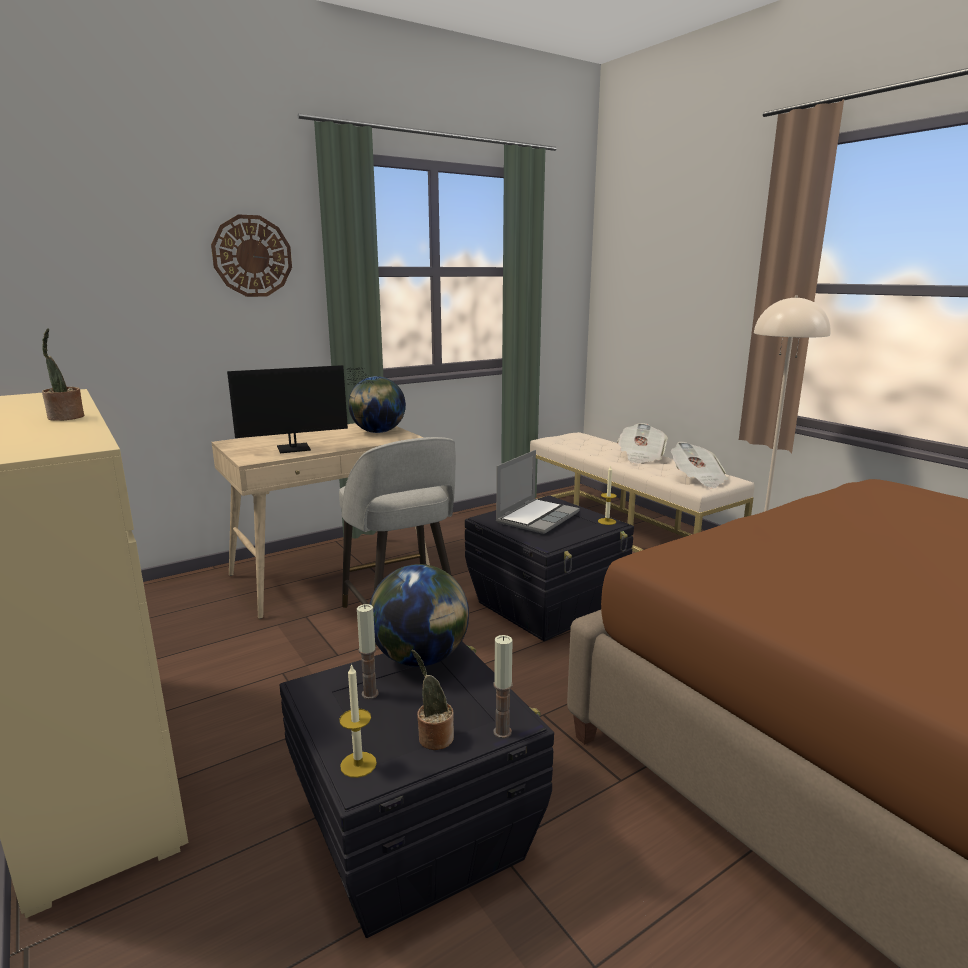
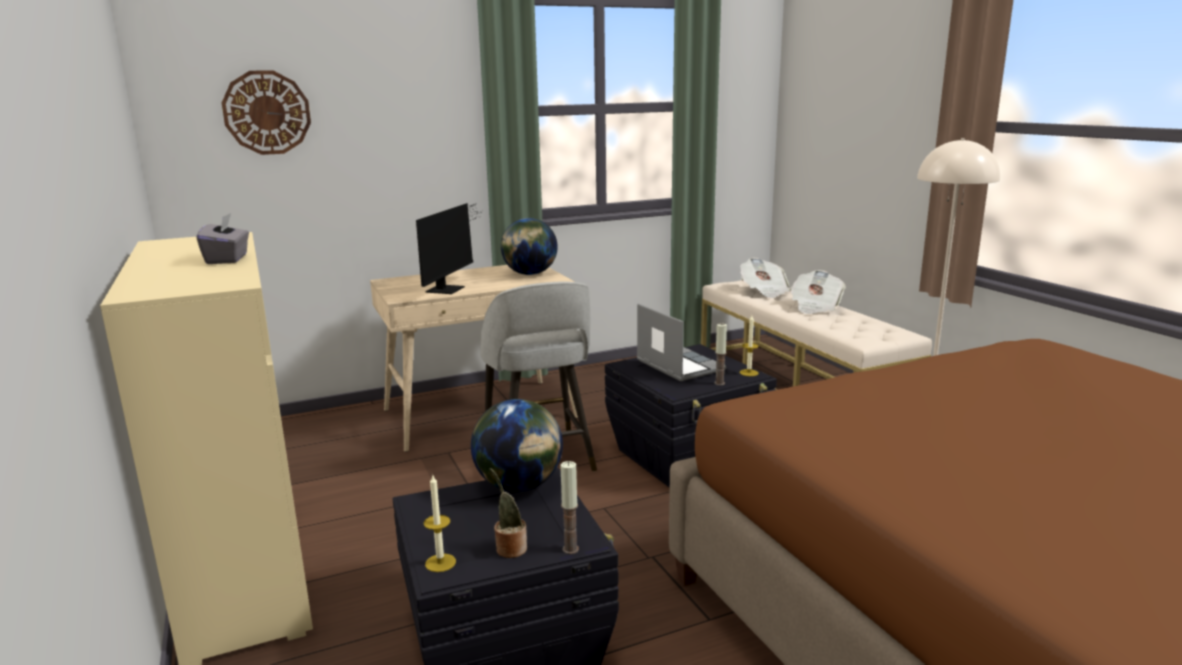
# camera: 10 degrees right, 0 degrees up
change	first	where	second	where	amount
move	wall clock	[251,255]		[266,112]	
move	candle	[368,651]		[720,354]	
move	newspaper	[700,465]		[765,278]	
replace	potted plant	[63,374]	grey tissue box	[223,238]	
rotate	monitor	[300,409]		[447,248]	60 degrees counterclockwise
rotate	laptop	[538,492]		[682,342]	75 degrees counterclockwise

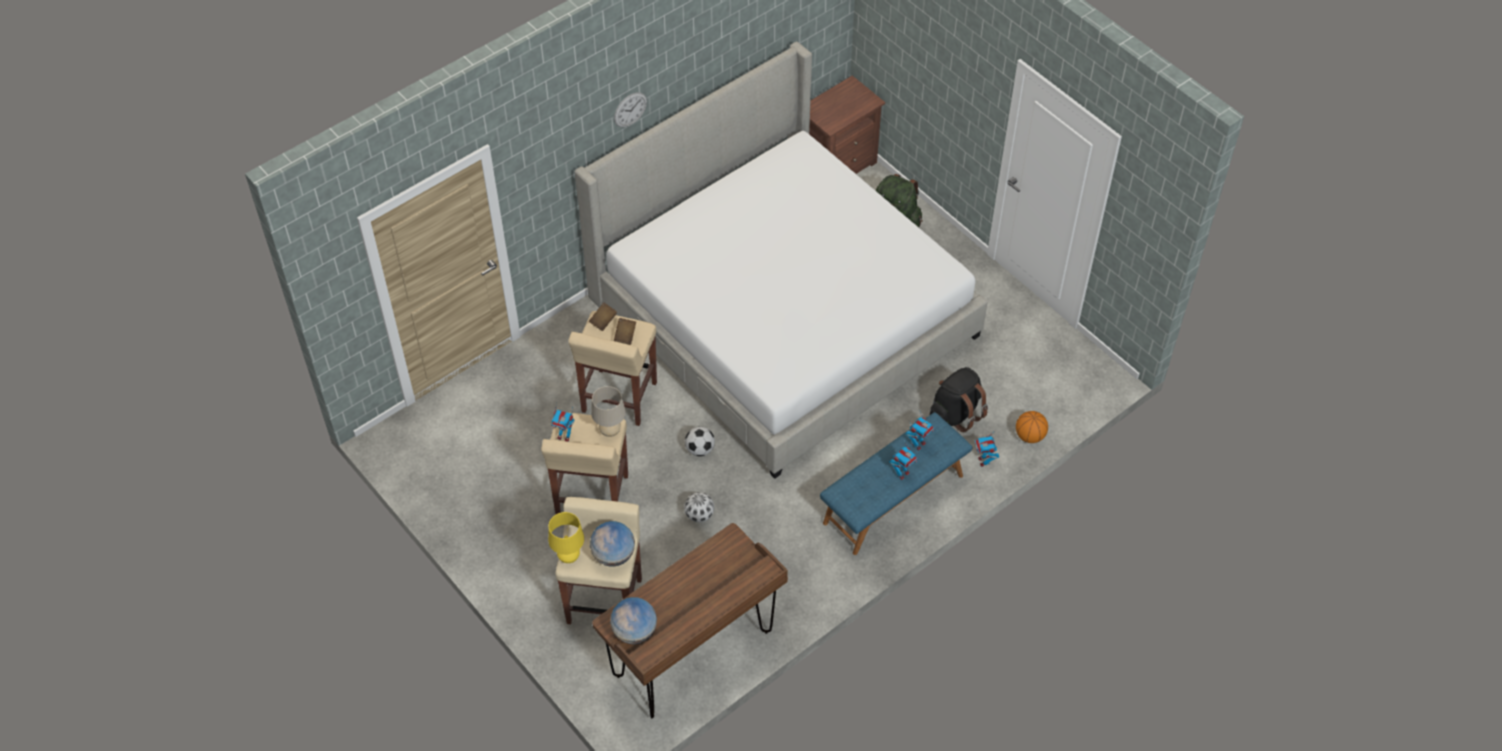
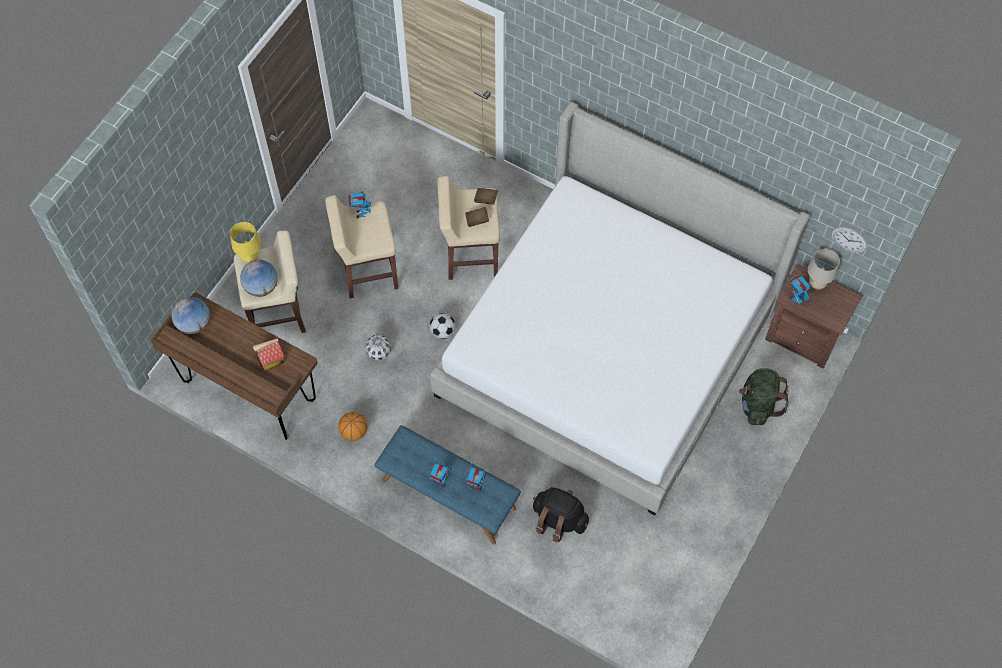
# camera: 70 degrees right, 10 degrees up
change	first	where	second	where	amount
insert			toy house	[269,354]	
move	beige table lamp	[608,411]		[824,269]	
move	wall clock	[630,109]		[849,240]	
move	toy robot	[987,450]		[800,289]	
move	basketball	[1032,427]		[353,426]	

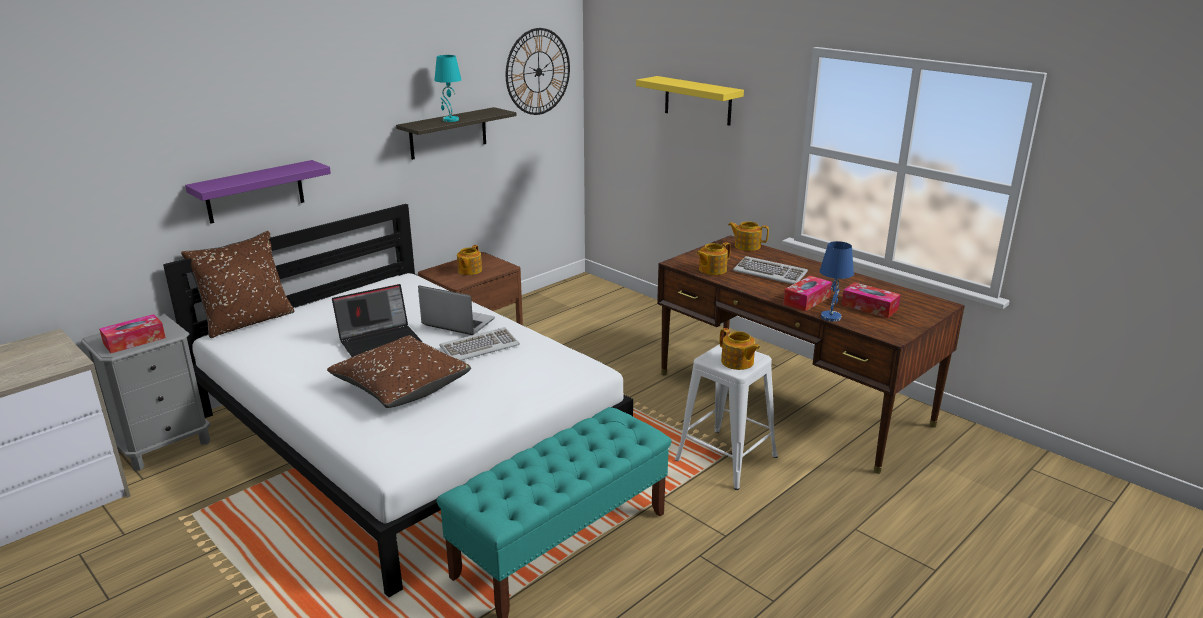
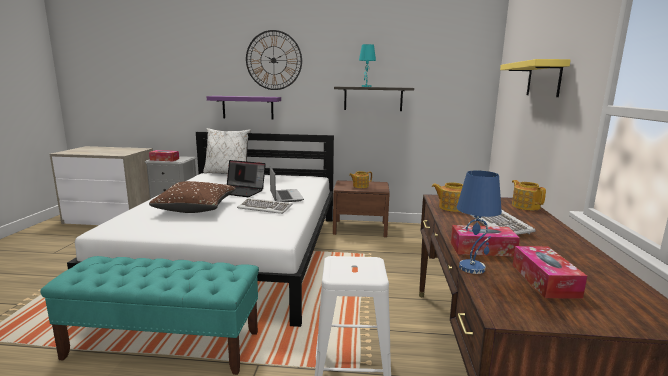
# camera: 50 degrees right, 10 degrees down
change	first	where	second	where	amount
delete	teapot	[739,349]			
move	wall clock	[538,71]		[274,60]	
recolor	brown pillow	[237,284]	white pillow	[227,151]	

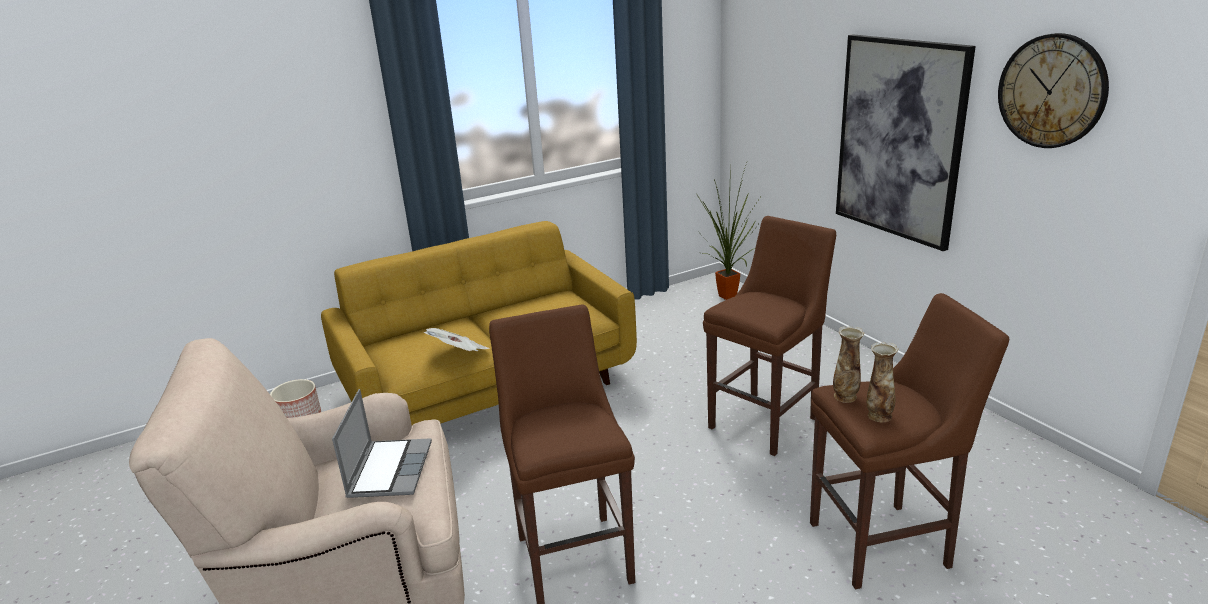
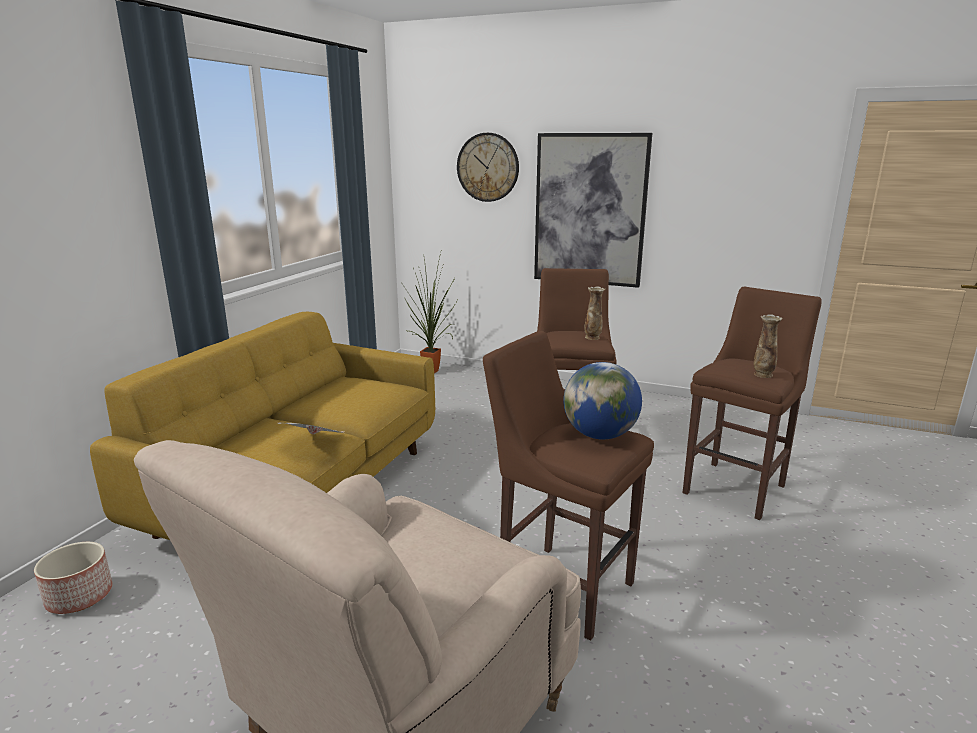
# camera: 40 degrees left, 5 degrees down
change	first	where	second	where	amount
delete	laptop	[382,443]			
insert			globe	[602,401]	
move	vase	[849,364]		[594,313]	
move	wall clock	[1053,90]		[488,167]	

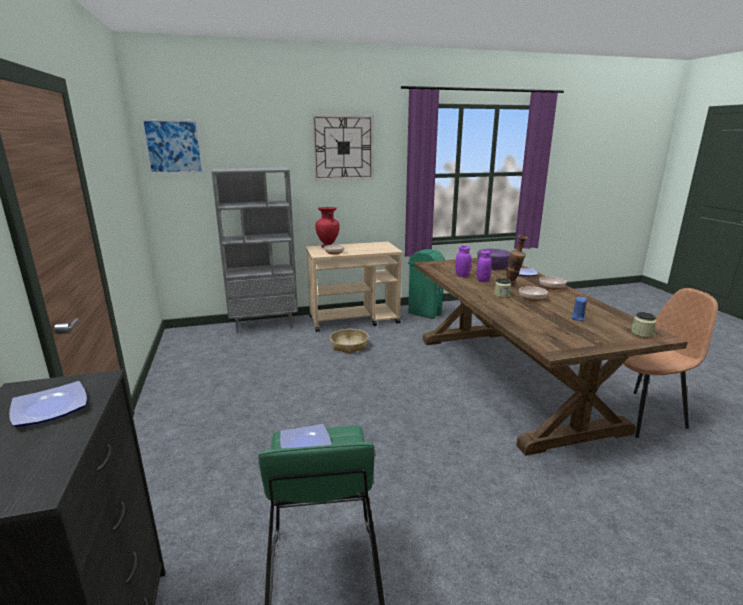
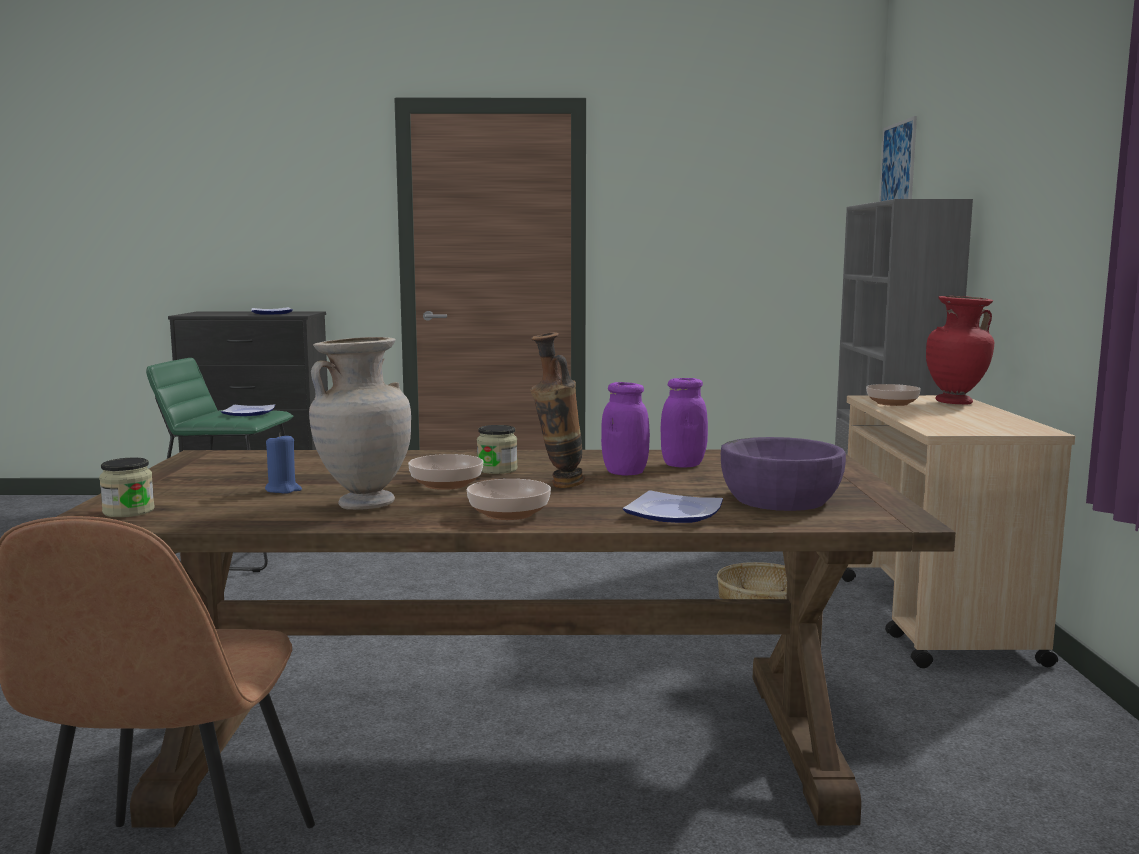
# camera: 105 degrees right, 10 degrees down
change	first	where	second	where	amount
delete	wall clock	[343,147]			
delete	green trash can	[426,284]			
insert			beige vase	[360,423]	

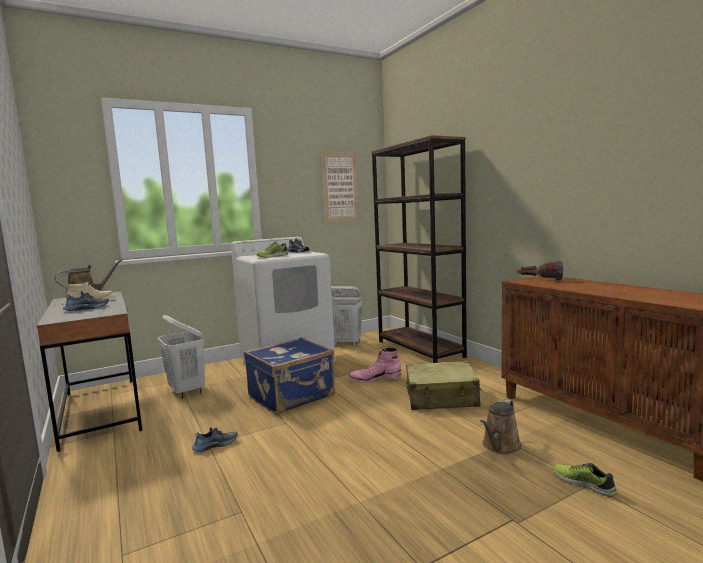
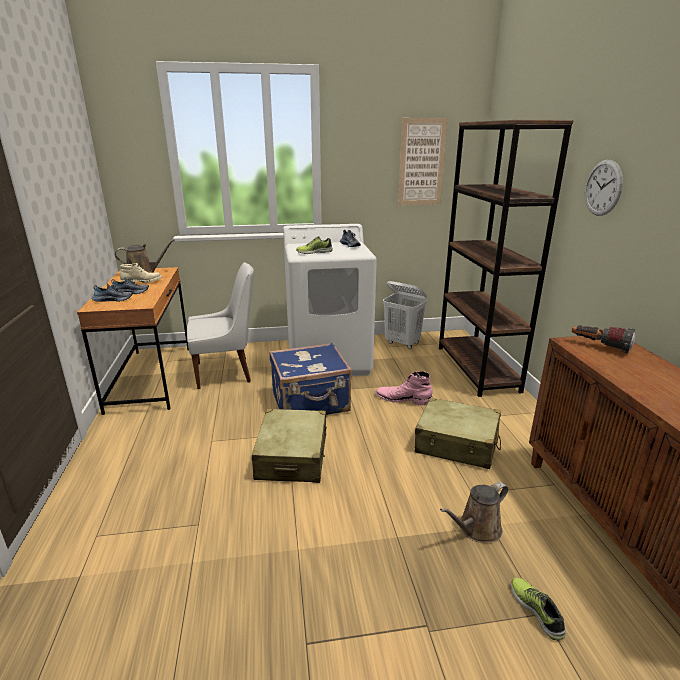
# camera: 20 degrees right, 15 degrees up
change	first	where	second	where	amount
insert			beige suitcase	[289,446]	
insert			wall clock	[604,188]	
move	shoe	[215,439]		[112,292]	
replace	white laundry basket	[181,356]	white chair	[220,325]	
recolor	grey desk	[89,371]	brown desk	[133,341]	

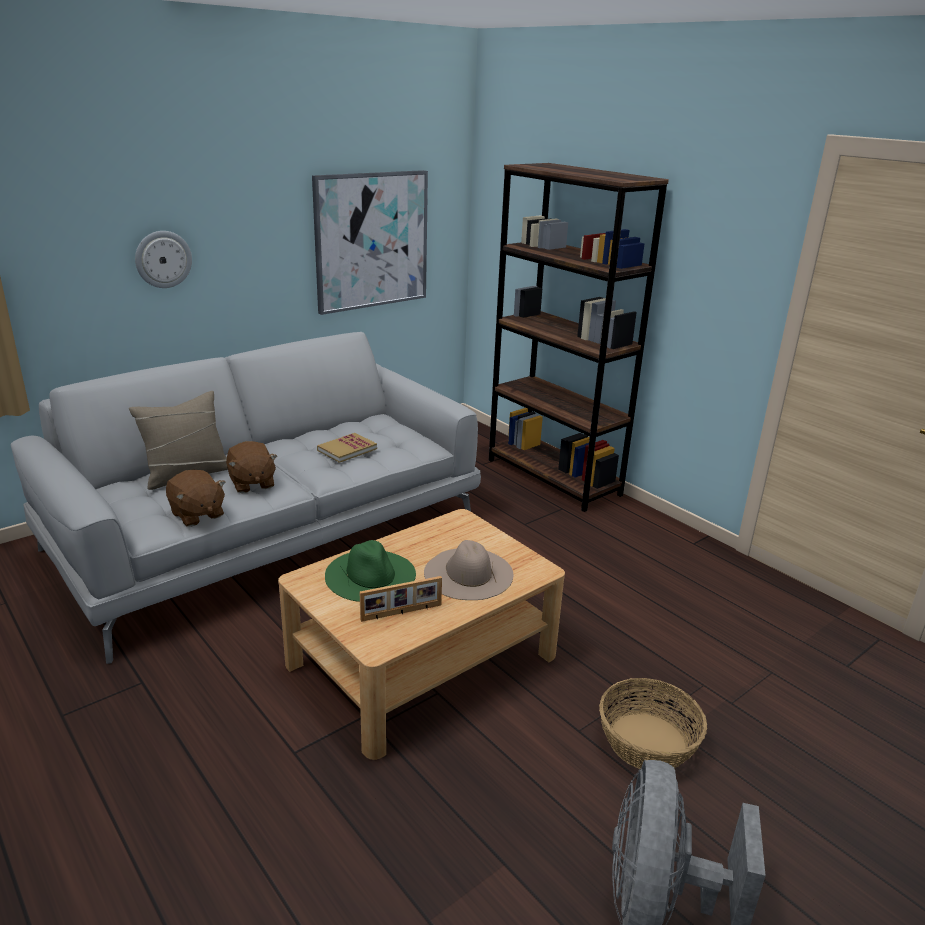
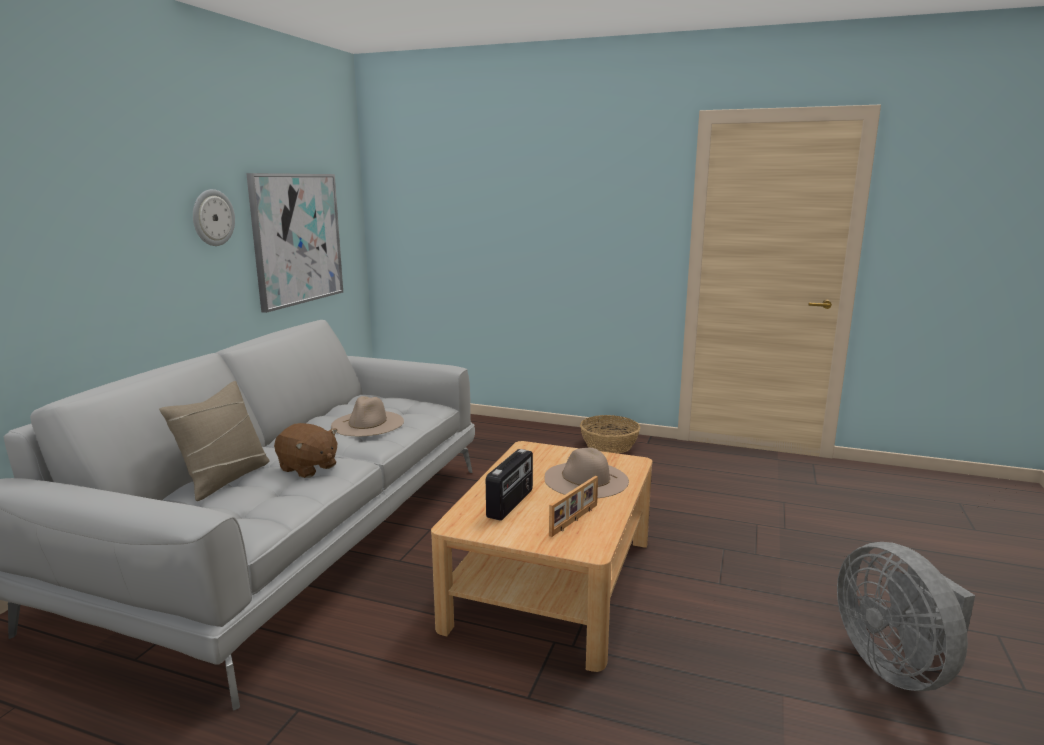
# camera: 30 degrees left, 10 degrees down
change	first	where	second	where	amount
delete	brown plush toy	[196,498]			
delete	brown bookcase	[579,337]			
move	wall clock	[163,259]		[214,217]	
move	basket	[653,723]		[610,434]	
replace	book	[347,448]	beige hat	[367,416]	
replace	green hat	[370,571]	radio	[509,485]	

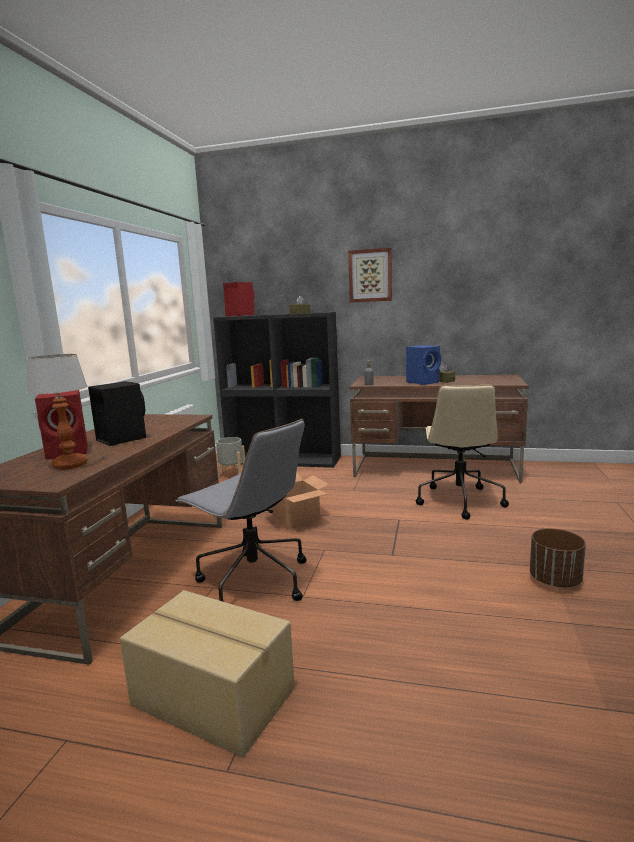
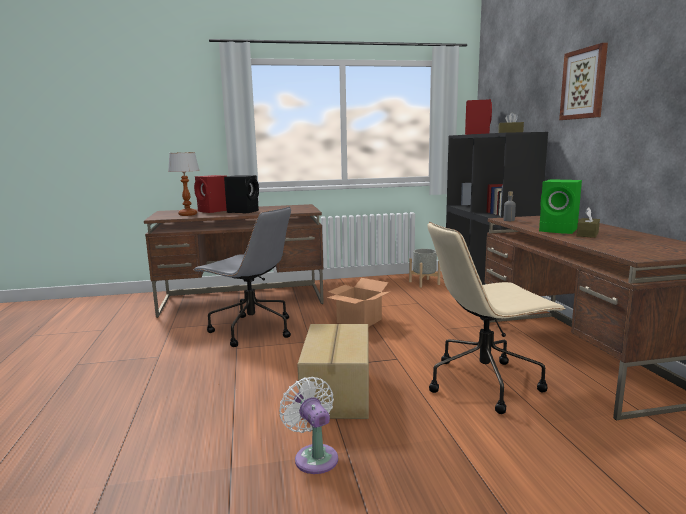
# camera: 65 degrees right, 0 degrees up
change	first	where	second	where	amount
move	cardboard box	[207,673]		[333,371]	
replace	brown planter	[558,558]	white fan	[308,425]	
recolor	blue speaker	[423,365]	green speaker	[560,206]	
rotate	grey office chair	[241,510]		[242,276]	75 degrees counterclockwise

